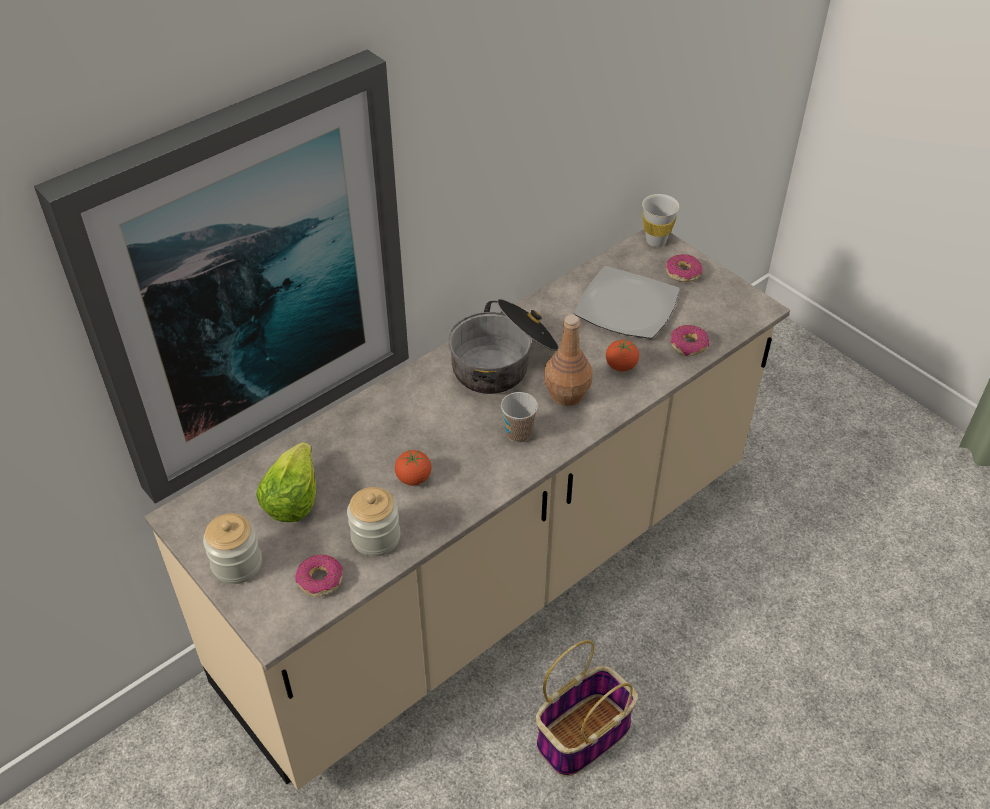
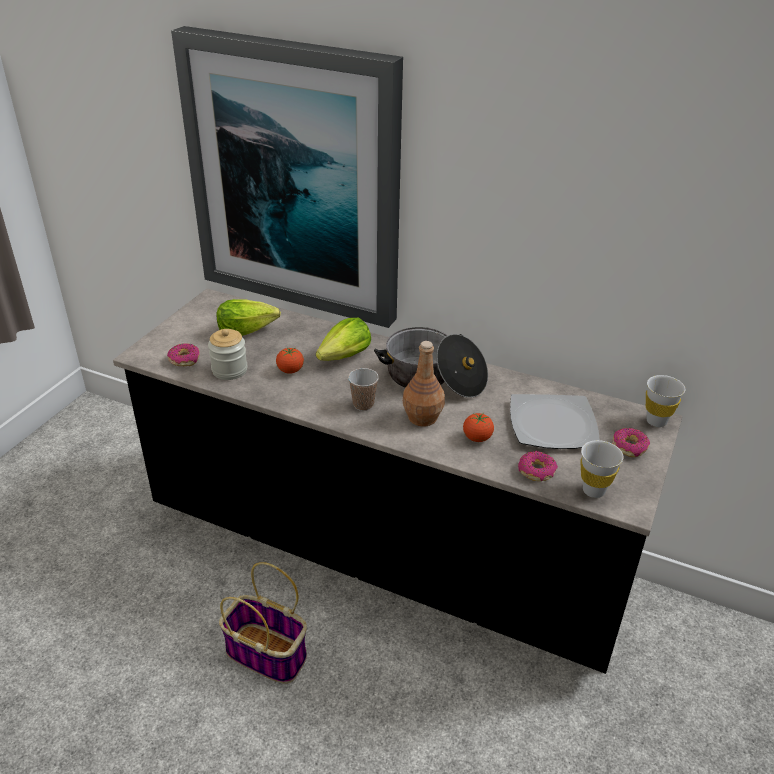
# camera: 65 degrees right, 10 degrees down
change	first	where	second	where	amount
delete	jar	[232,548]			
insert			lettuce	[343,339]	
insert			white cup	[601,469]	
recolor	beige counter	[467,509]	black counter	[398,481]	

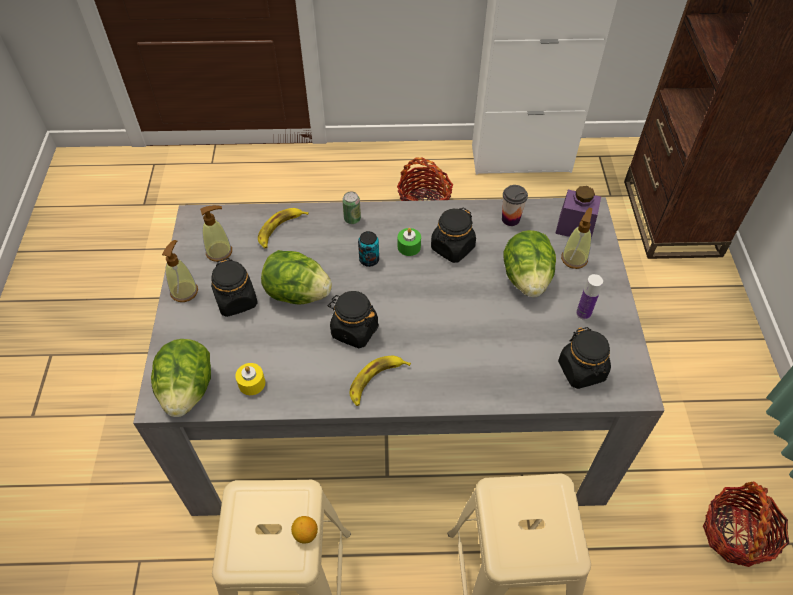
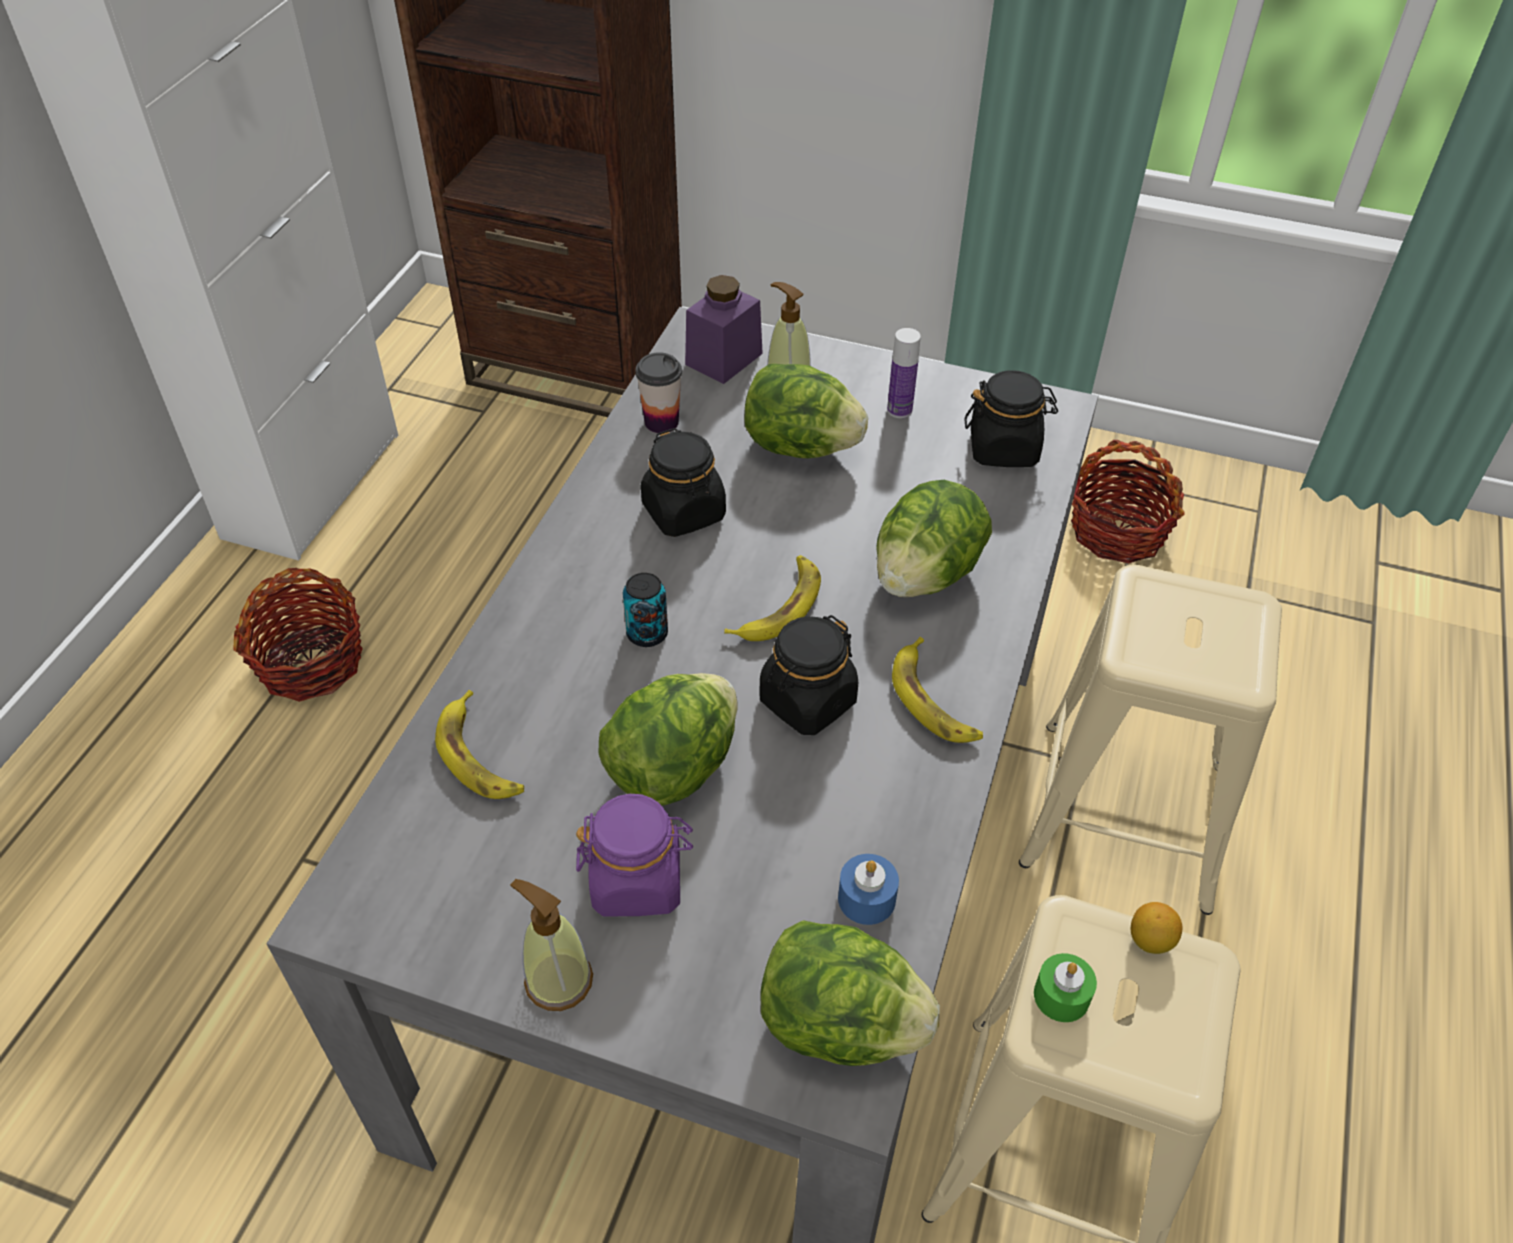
# camera: 70 degrees left, 5 degrees down
change	first	where	second	where	amount
delete	soap dispenser	[216,233]			
delete	can	[351,207]			
insert			banana	[772,598]	
insert			lettuce	[934,538]	
move	green candle	[409,242]		[1065,987]	
recolor	black jar	[234,287]	purple jar	[634,855]	
recolor	yellow candle	[250,379]	blue candle	[868,889]	

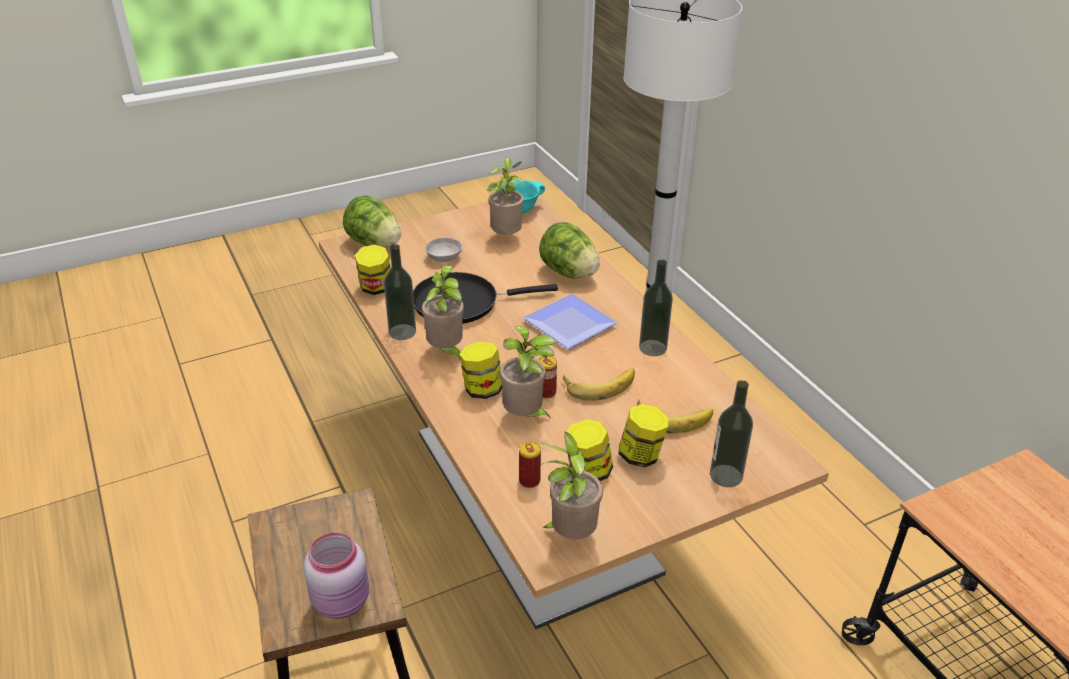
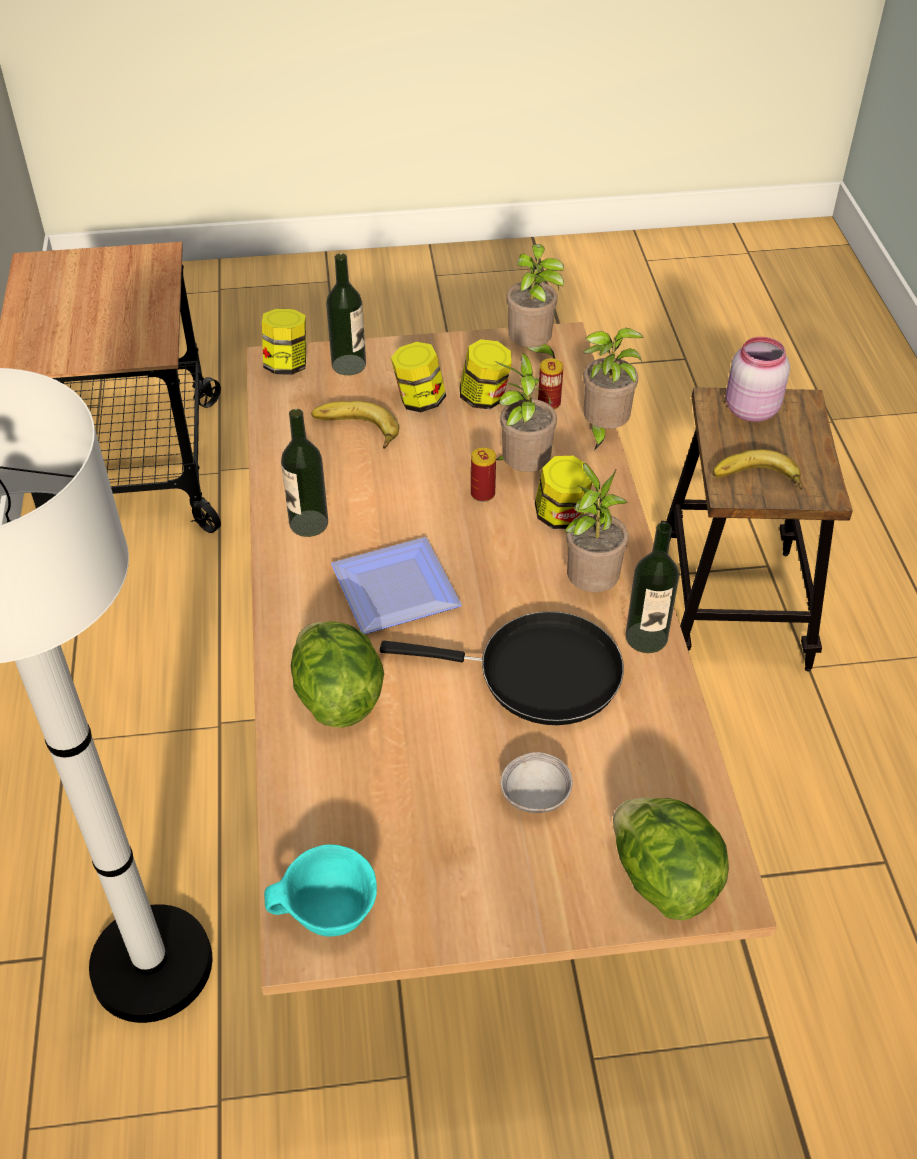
# camera: 160 degrees left, 10 degrees up
change	first	where	second	where	amount
move	jar	[373,269]		[284,342]	
move	potted plant	[506,195]		[613,389]	
move	banana	[599,384]		[757,469]	

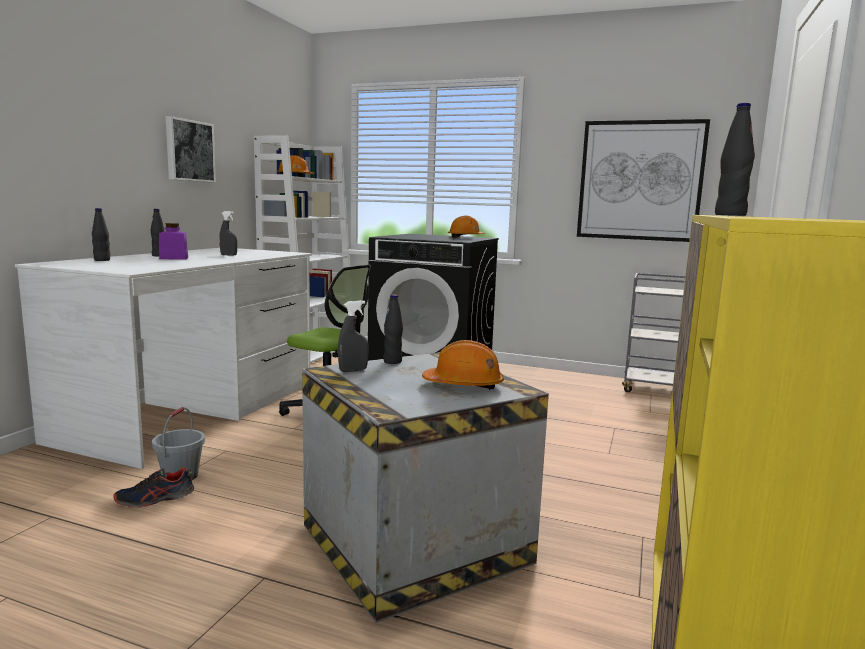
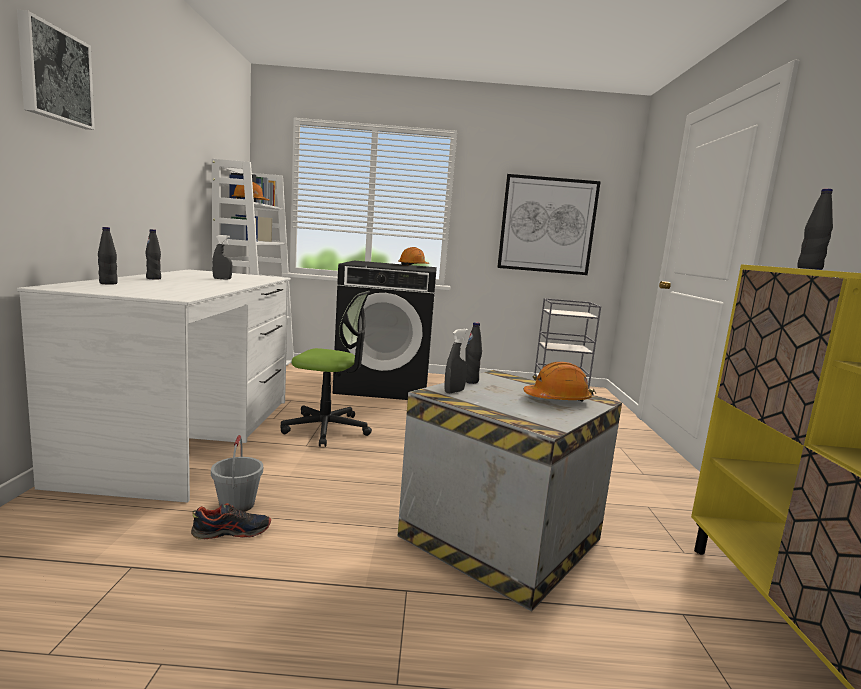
# camera: 20 degrees left, 0 degrees up
change	first	where	second	where	amount
delete	purple jar	[173,241]			
move	picture	[191,149]		[56,70]	
rotate	shoe	[153,487]		[231,521]	150 degrees counterclockwise

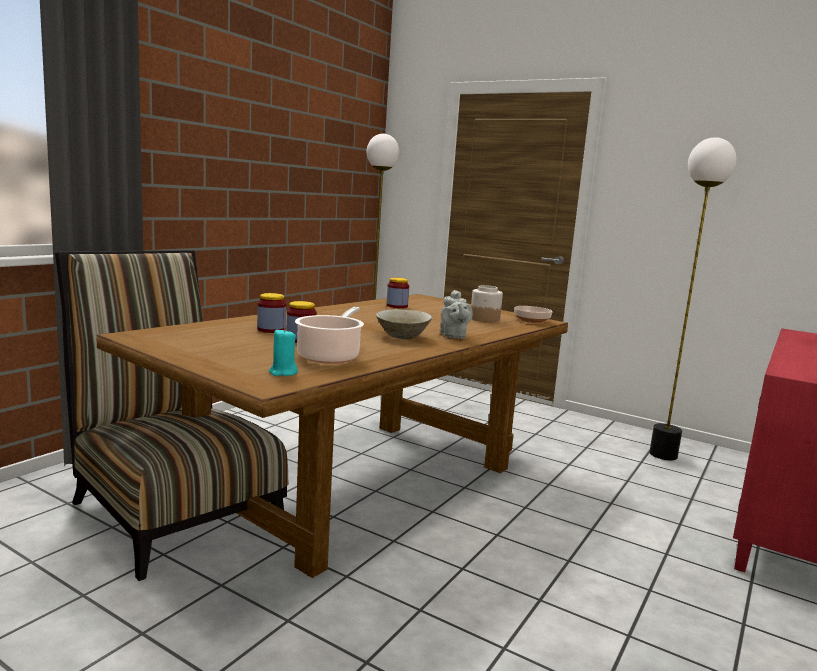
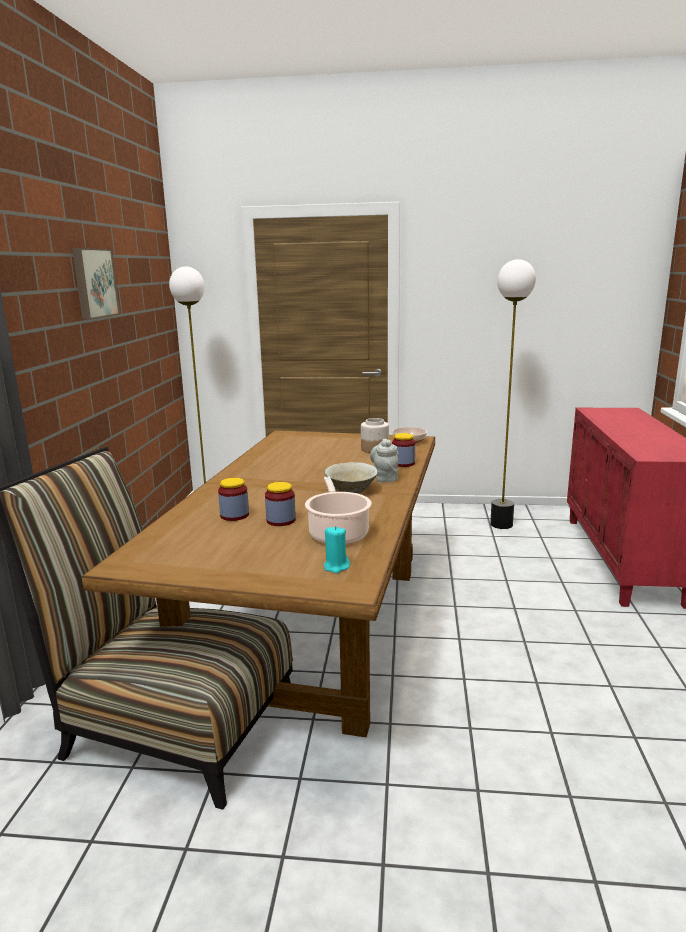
# camera: 25 degrees left, 5 degrees up
change	first	where	second	where	amount
insert			picture	[96,284]	
move	jar	[397,293]		[403,450]	
rotate	grey teapot	[456,314]		[384,460]	150 degrees counterclockwise

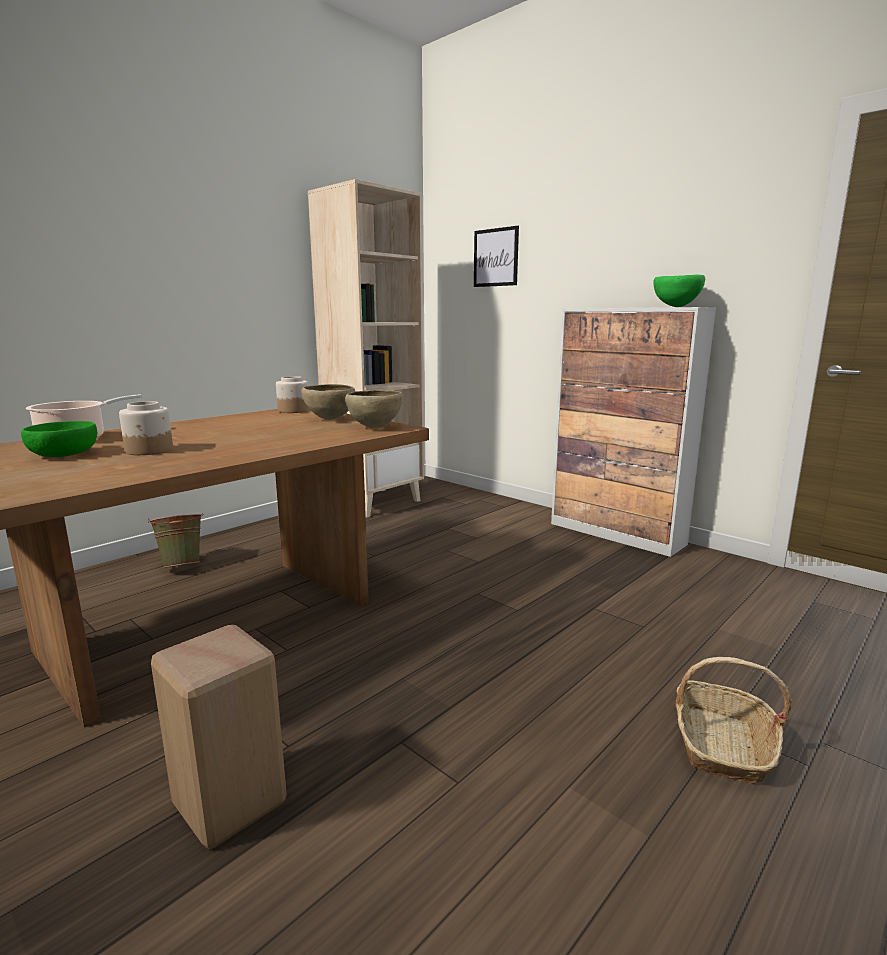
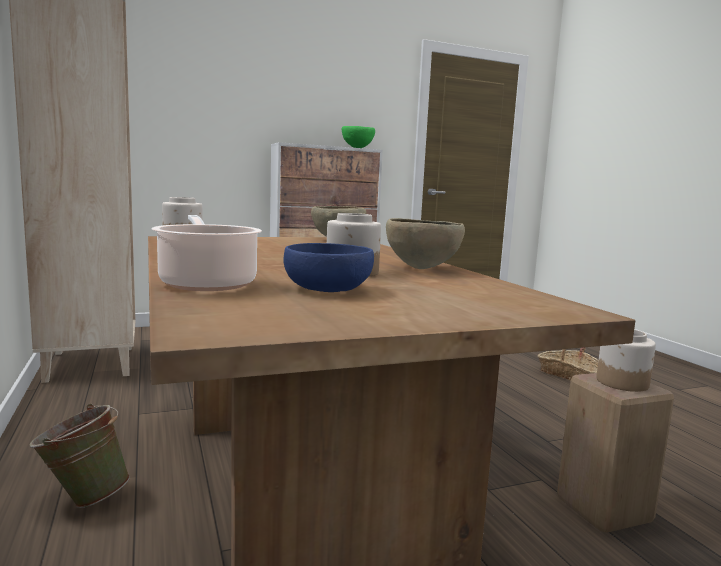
# camera: 65 degrees left, 5 degrees down
change	first	where	second	where	amount
delete	picture	[496,256]			
insert			jar	[626,360]	
move	brown bowl	[328,402]		[425,243]	
recolor	green bowl	[59,439]	blue bowl	[328,267]	

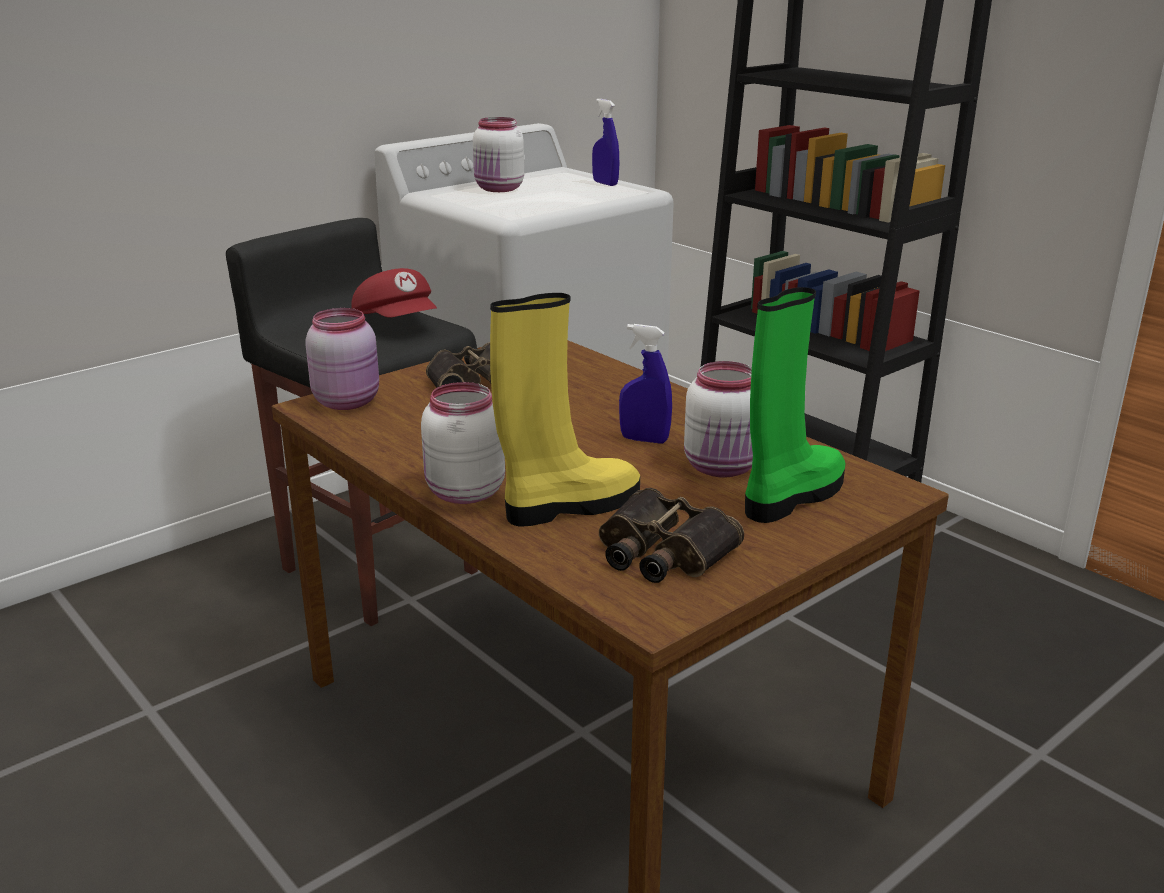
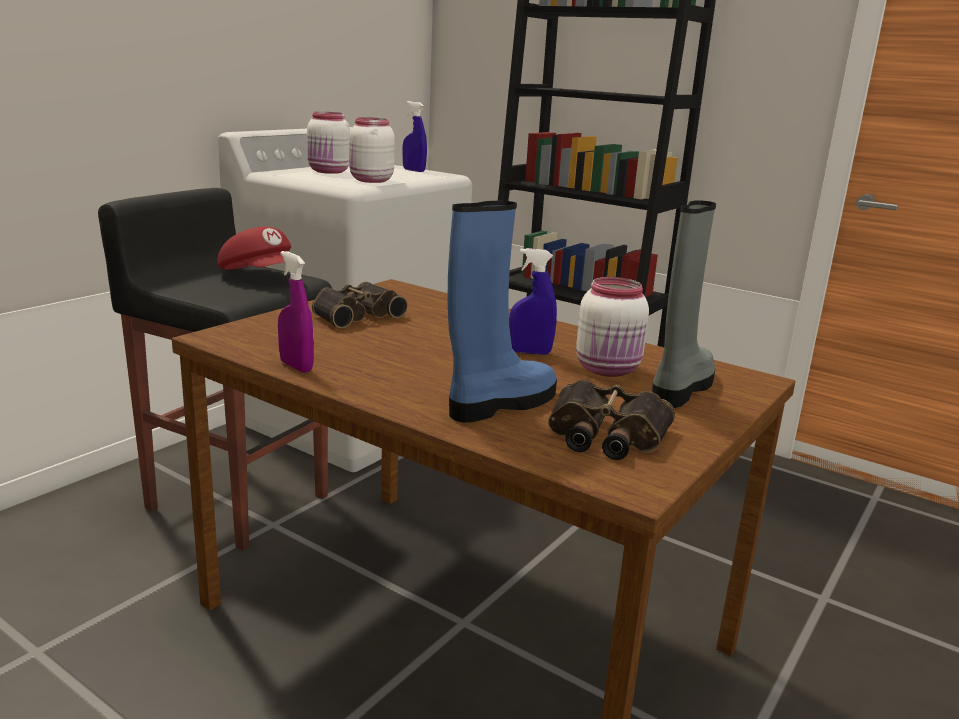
# camera: 15 degrees left, 5 degrees down
change	first	where	second	where	amount
delete	pink jar	[342,359]			
insert			purple spray bottle	[296,312]	
move	white jar	[463,443]		[372,150]	
recolor	yellow boot	[565,409]	blue boot	[502,312]	
recolor	green boot	[795,405]	grey boot	[684,304]	

